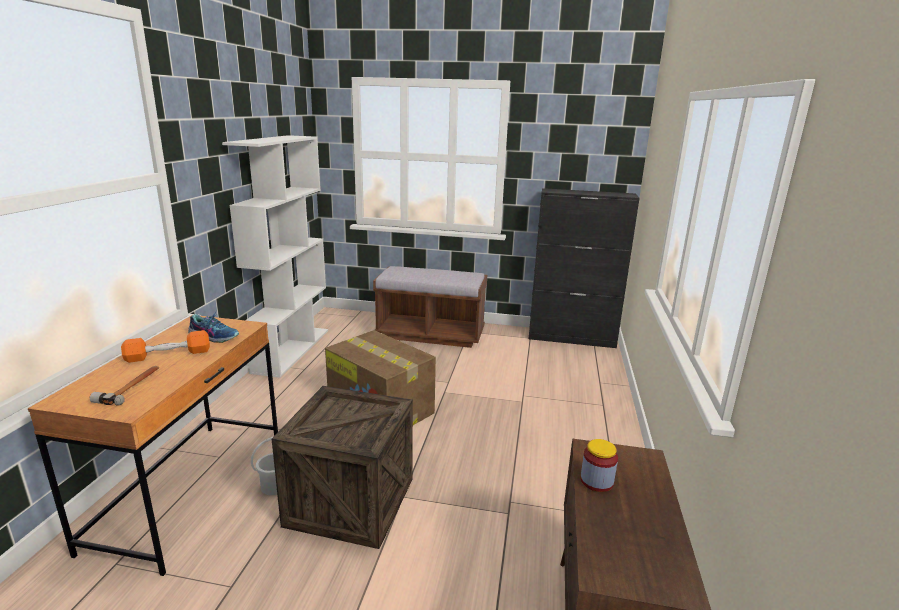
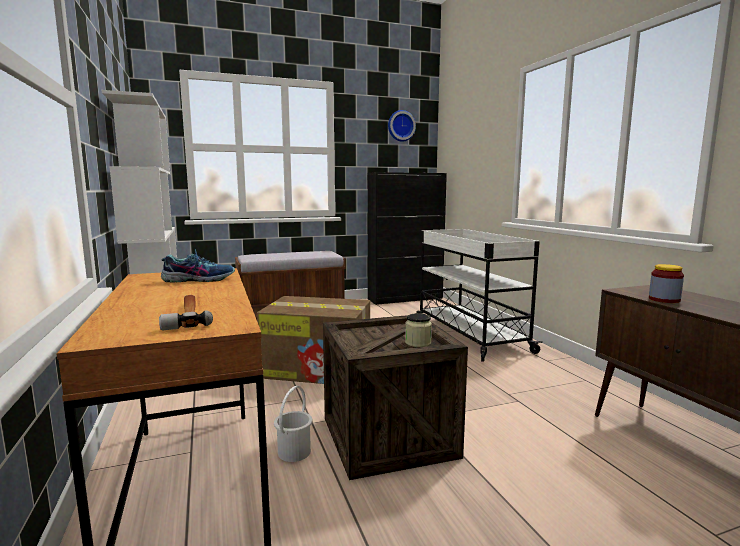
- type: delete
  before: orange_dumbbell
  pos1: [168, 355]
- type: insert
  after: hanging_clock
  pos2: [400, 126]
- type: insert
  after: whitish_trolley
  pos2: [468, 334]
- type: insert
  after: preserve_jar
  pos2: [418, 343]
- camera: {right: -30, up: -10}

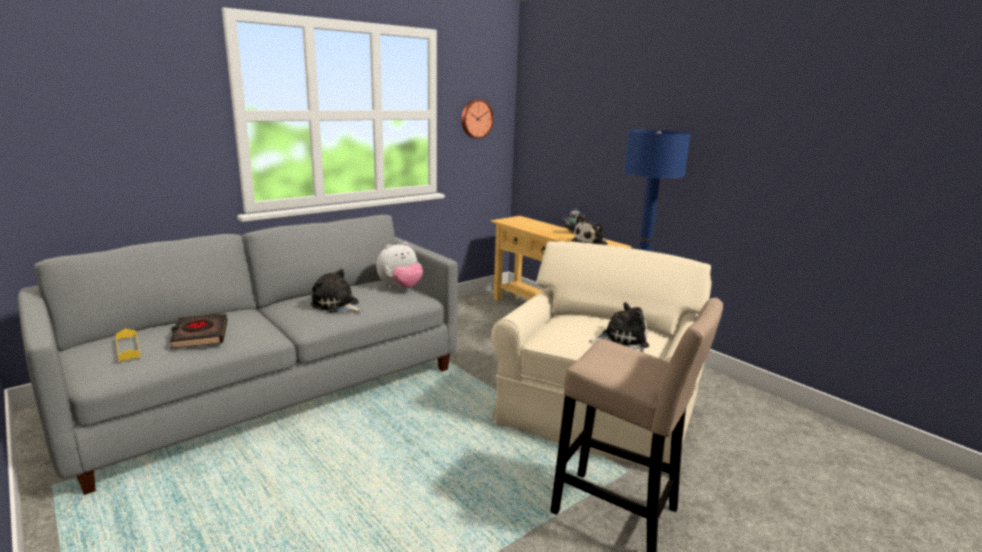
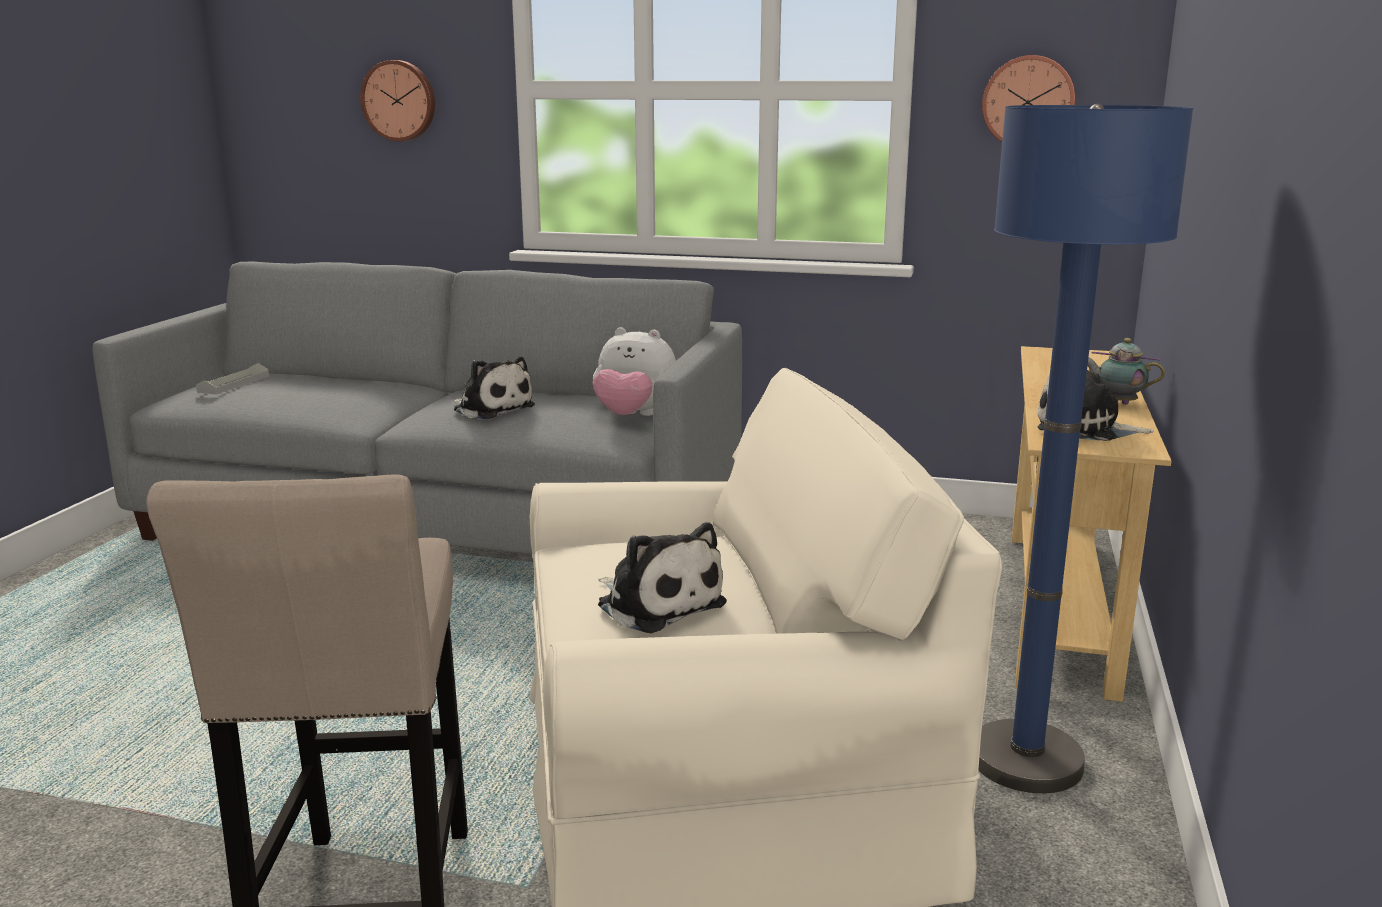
- type: rotate
  before: plush_toy
  pos1: [337, 305]
  pos2: [491, 408]
  turn: 135
- type: delete
  before: blackish_volume
  pos1: [200, 335]
- type: recolor
  before: yellow-coloured_carrying_tray
  after: grey_carrying_tray
  pos1: [128, 347]
  pos2: [234, 384]
- type: insert
  after: hanging_clock
  pos2: [399, 101]
- camera: {right: 55, up: 0}

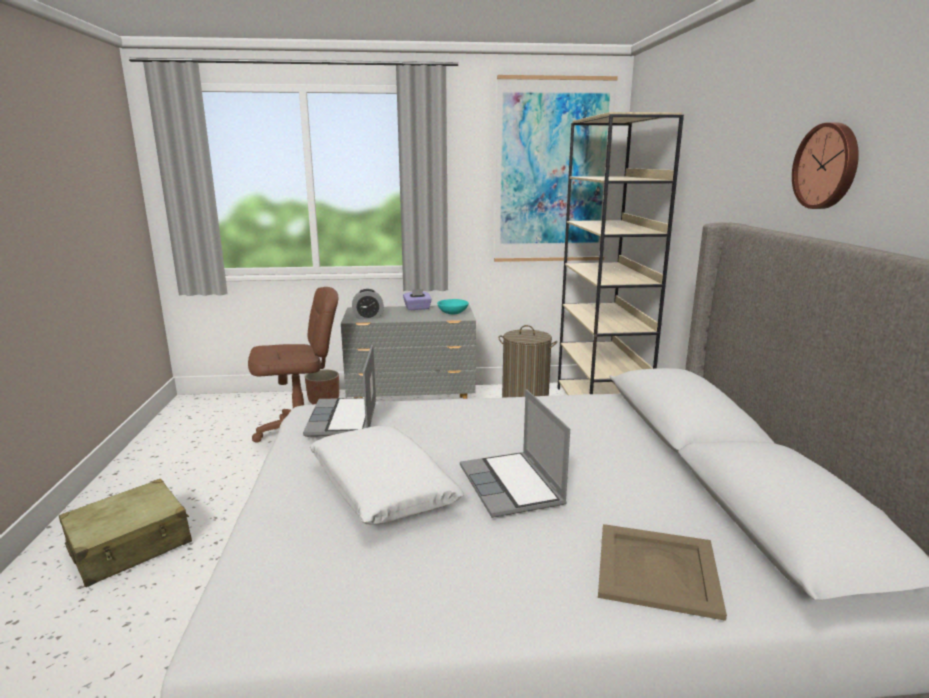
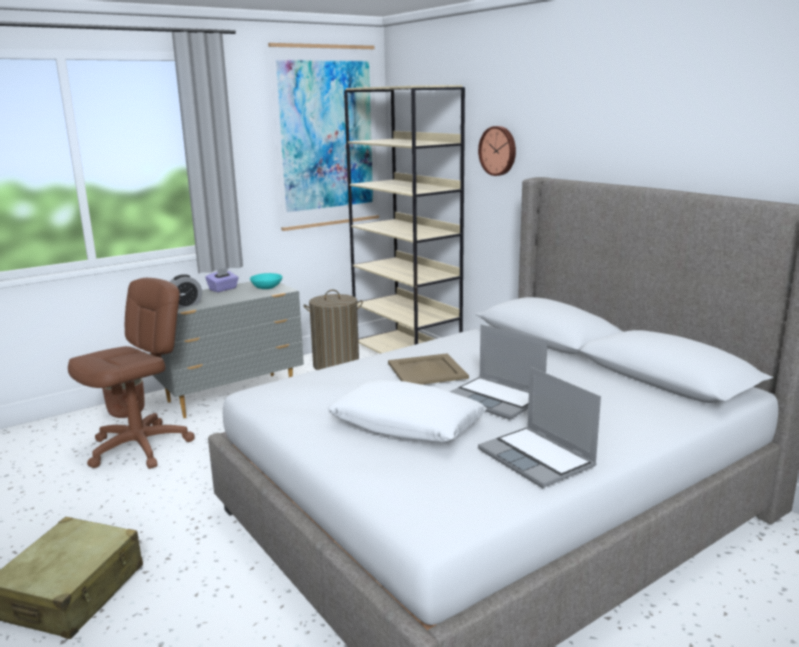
- type: move
  before: hanging_clock
  pos1: [827, 166]
  pos2: [498, 150]
- type: move
  before: notebook_computer
  pos1: [344, 419]
  pos2: [538, 459]
- type: move
  before: sand-coloured_carrying_tray
  pos1: [656, 568]
  pos2: [426, 370]
- camera: {right: -30, up: 0}

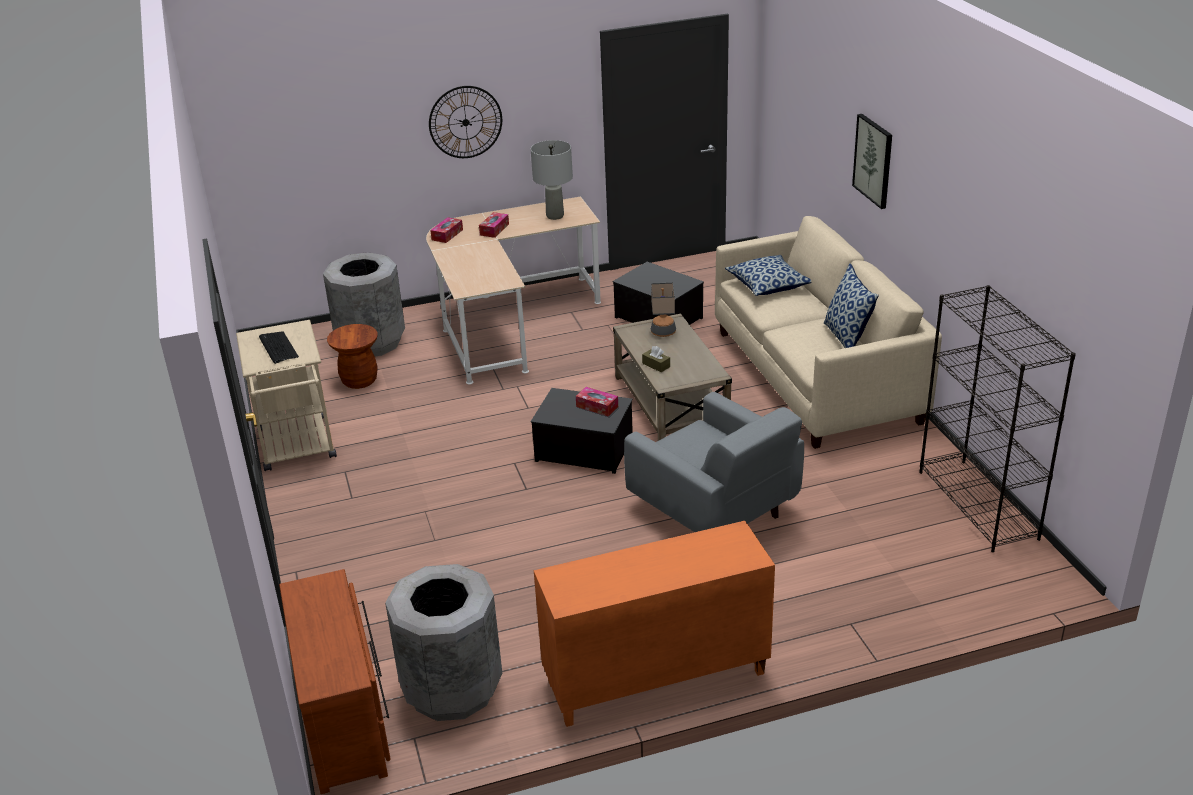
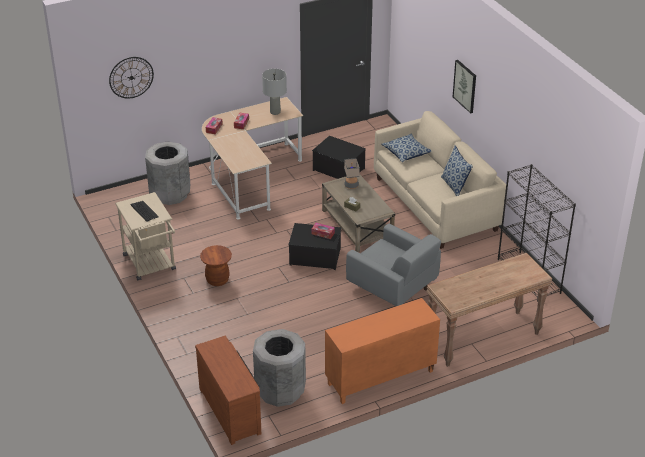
- type: move
  before: hanging_clock
  pos1: [465, 122]
  pos2: [131, 77]
- type: move
  before: brown_stool
  pos1: [359, 380]
  pos2: [217, 280]
- type: insert
  after: brown_console_table
  pos2: [483, 339]
- camera: {right: -10, up: 5}

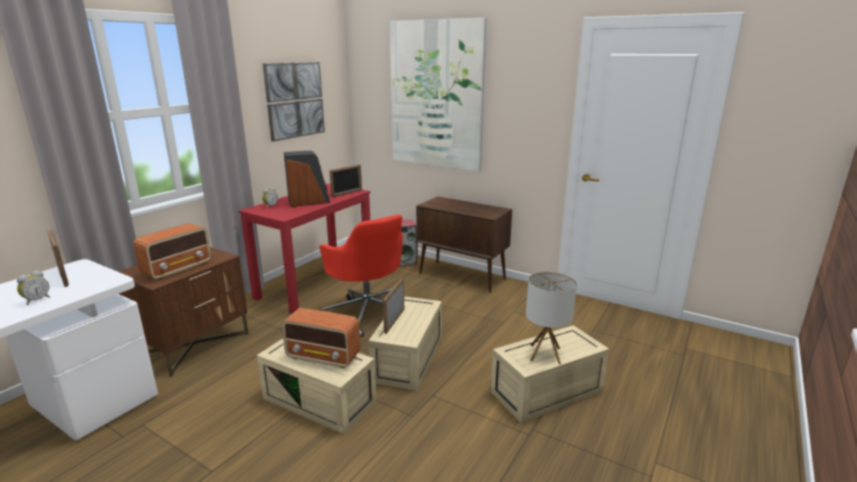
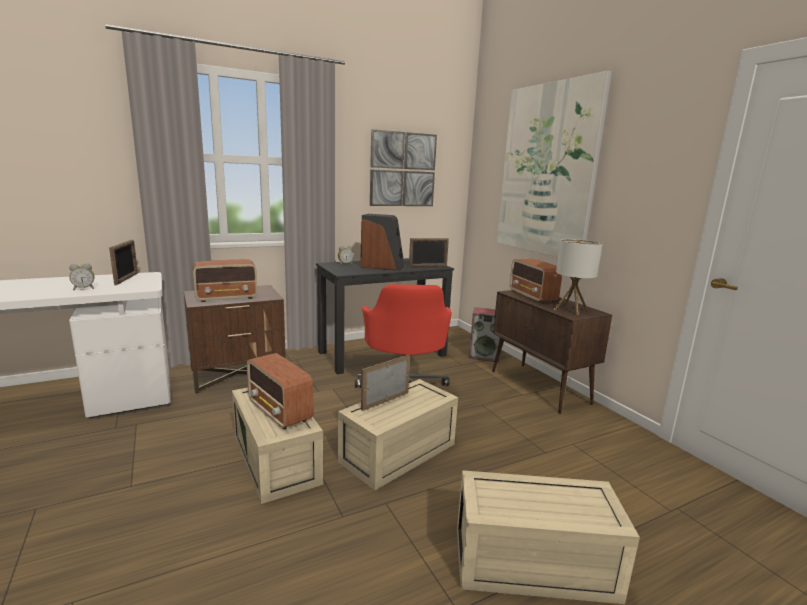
- type: recolor
  before: red-coloured_desk_unit
  after: blackish_desk_unit
  pos1: [316, 283]
  pos2: [383, 354]
- type: move
  before: lamp_for_a_table
  pos1: [545, 354]
  pos2: [571, 310]
- type: insert
  after: radio_receiver
  pos2: [532, 296]
- camera: {right: 30, up: -5}

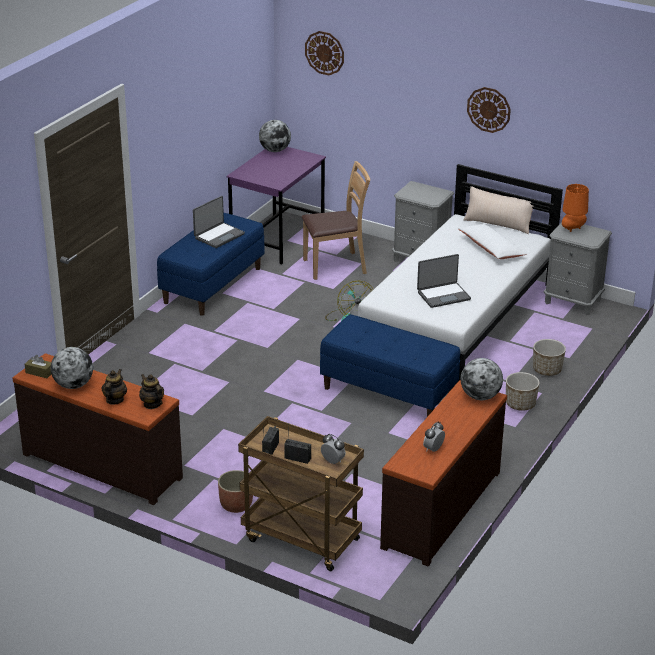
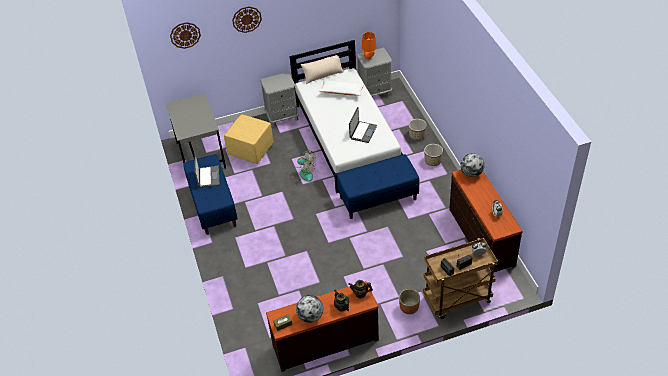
- type: move
  before: hanging_clock
  pos1: [489, 109]
  pos2: [246, 19]
- type: delete
  before: world_globe
  pos1: [275, 150]
- type: recolor
  before: purple_desk_unit
  after: grey_desk_unit
  pos1: [277, 239]
  pos2: [200, 155]
- type: replace
  before: brown_upright_chair
  after: yellow-coloured_footrest
  pos1: [335, 266]
  pos2: [251, 150]
- camera: {right: -45, up: 15}

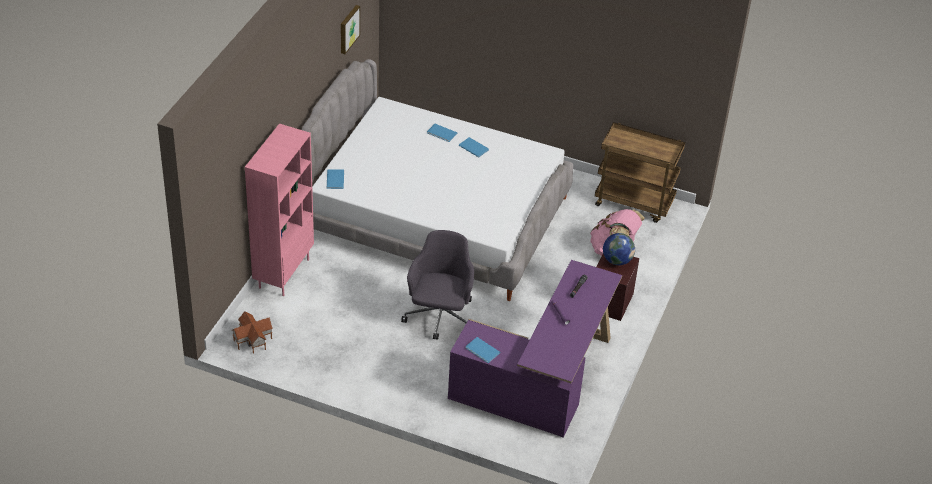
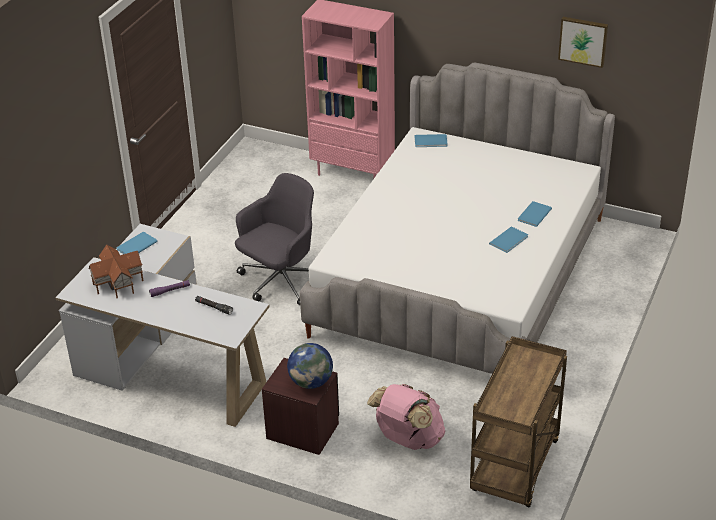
- type: rotate
  before: grey_desk_chair
  pos1: [440, 317]
  pos2: [281, 282]
  turn: -60
- type: recolor
  before: purple_desk_unit
  after: whitish_desk_unit
  pos1: [542, 381]
  pos2: [167, 362]
- type: move
  before: model_house
  pos1: [252, 340]
  pos2: [117, 282]
- camera: {right: 95, up: -5}

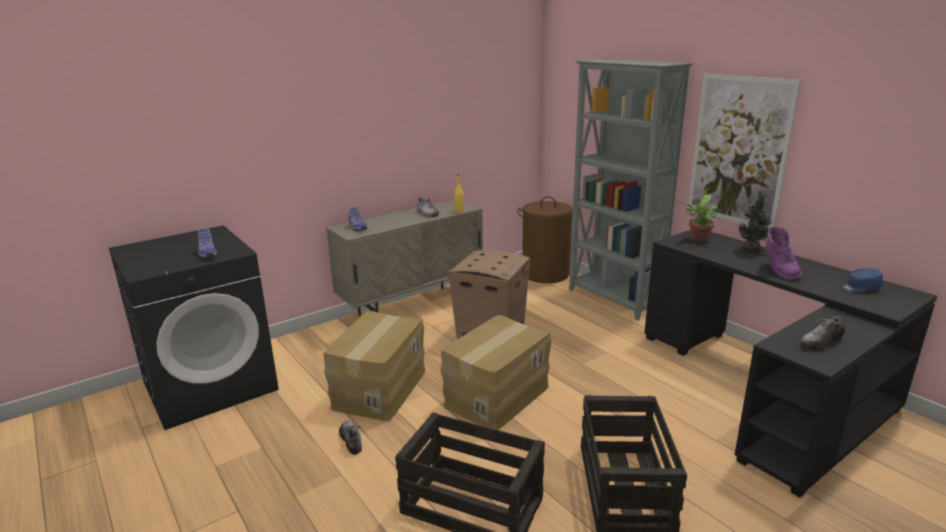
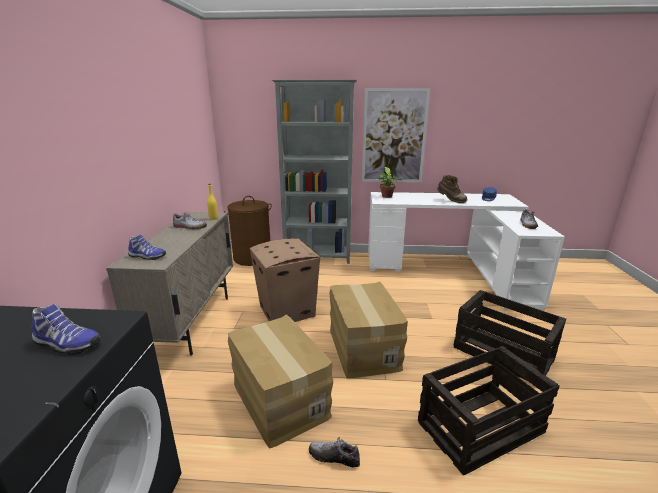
- type: delete
  before: potted_plant
  pos1: [752, 250]
- type: recolor
  before: purple_boot
  after: brown_boot
  pos1: [778, 271]
  pos2: [450, 201]
- type: recolor
  before: blackish_desk_unit
  after: whitish_desk_unit
  pos1: [769, 389]
  pos2: [454, 270]
- camera: {right: -50, up: 0}

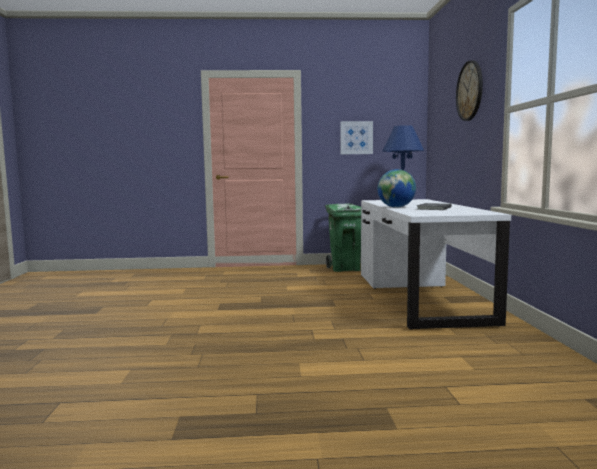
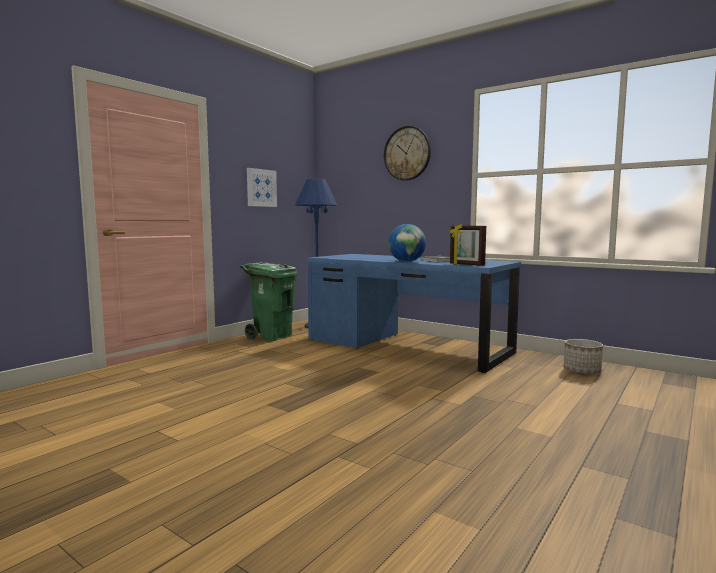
- type: recolor
  before: whitish_desk_unit
  after: blue_desk_unit
  pos1: [419, 296]
  pos2: [406, 346]
- type: insert
  after: standing_frame
  pos2: [466, 265]
- type: insert
  after: plant_pot
  pos2: [582, 371]
- camera: {right: -50, up: 0}

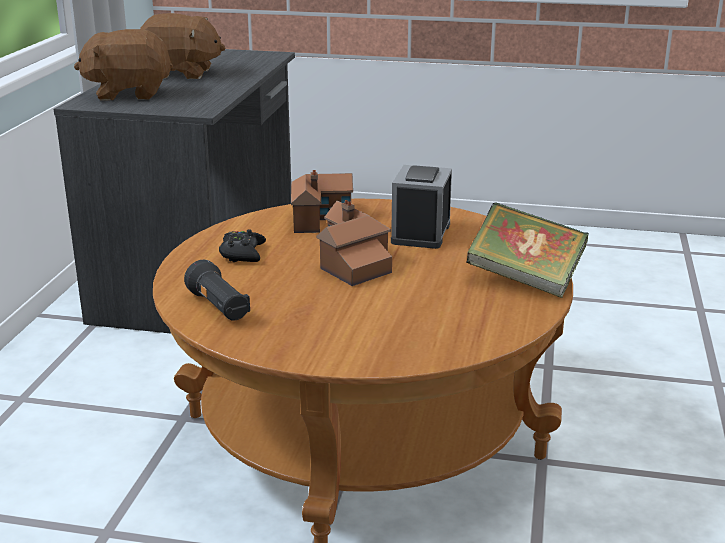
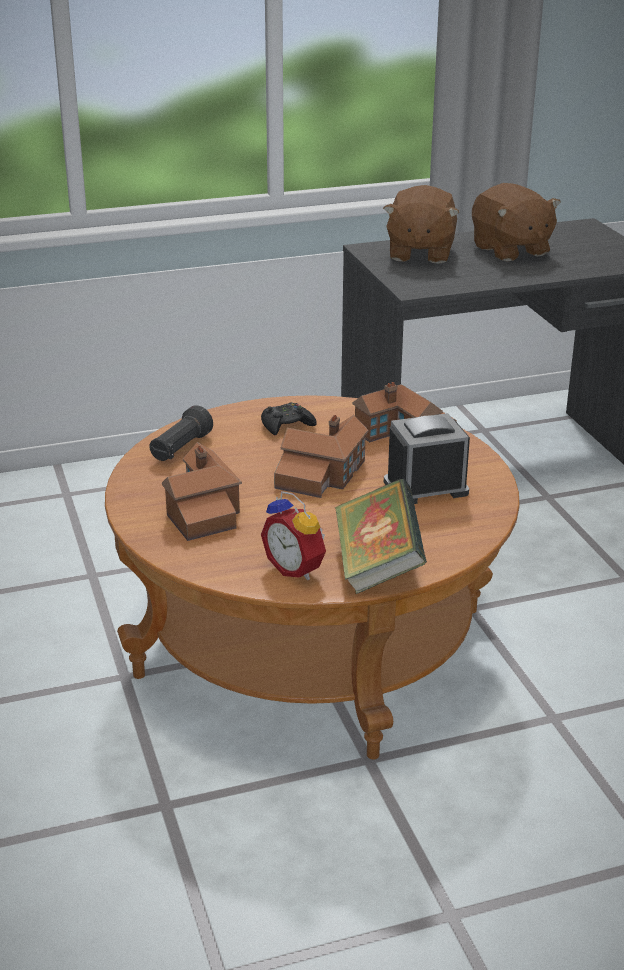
- type: rotate
  before: brown_plush_toy
  pos1: [129, 94]
  pos2: [419, 253]
  turn: -135
- type: insert
  after: model_house
  pos2: [202, 511]
- type: insert
  after: table_clock
  pos2: [297, 569]
- camera: {right: 60, up: 5}

